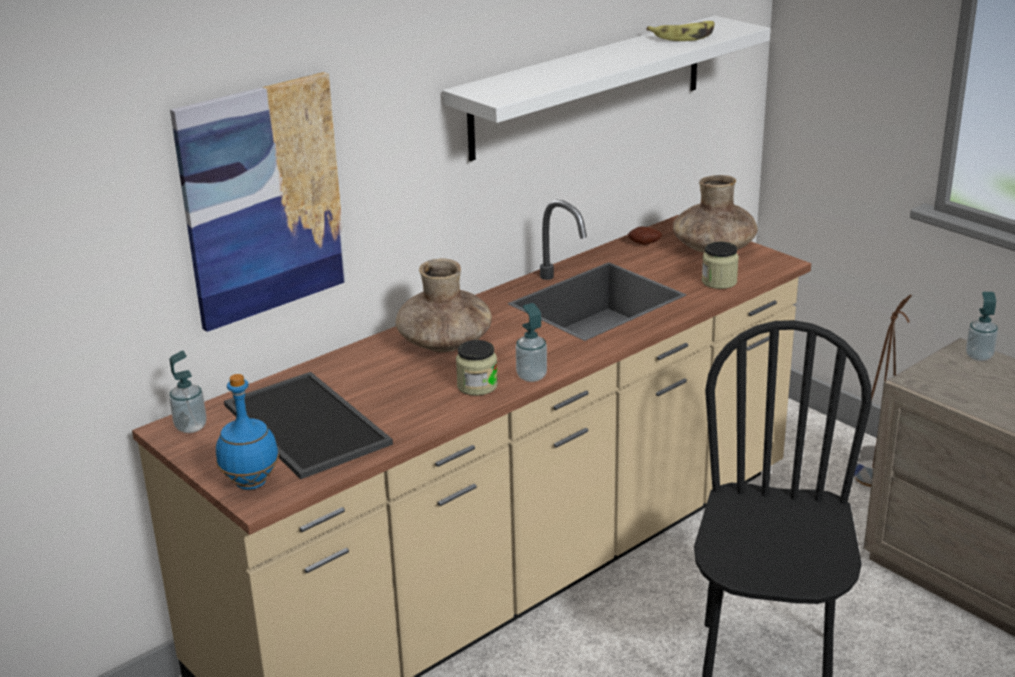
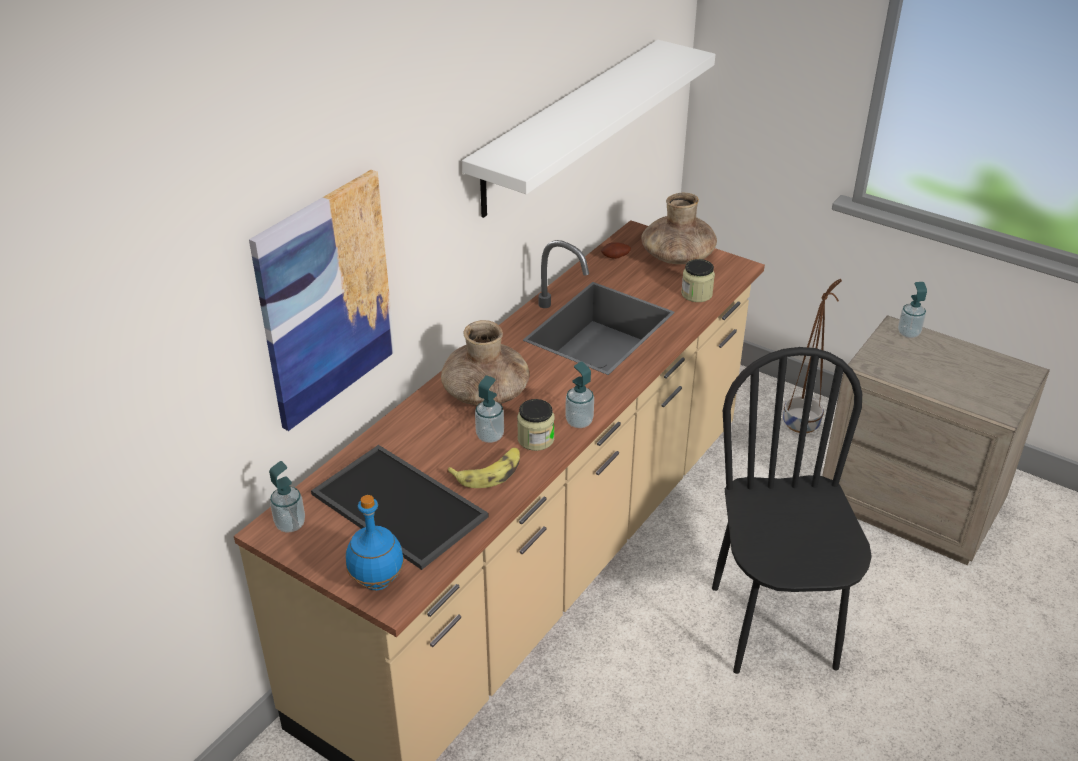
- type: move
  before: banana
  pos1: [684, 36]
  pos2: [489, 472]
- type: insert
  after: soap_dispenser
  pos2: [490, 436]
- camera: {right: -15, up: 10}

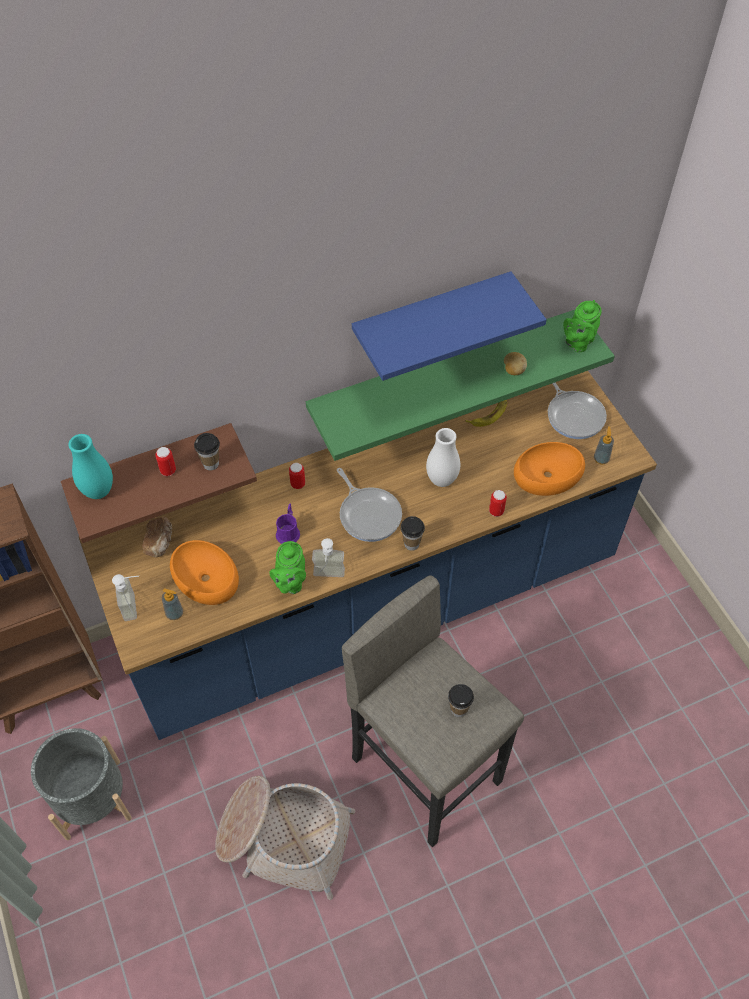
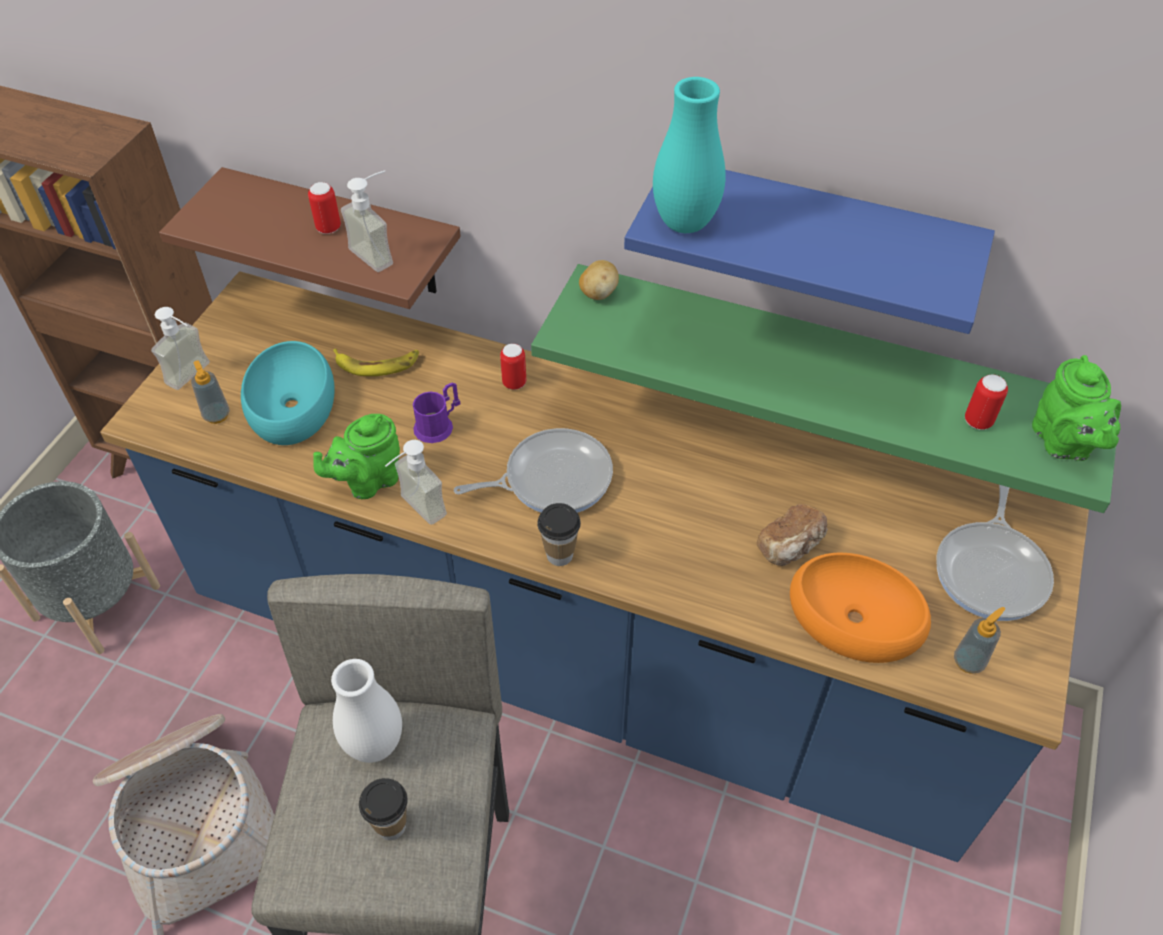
- type: rotate
  before: green-coloured_teapot
  pos1: [577, 342]
  pos2: [1063, 443]
  turn: -90
- type: move
  before: potato
  pos1: [513, 370]
  pos2: [598, 293]
- type: move
  before: banana
  pos1: [489, 413]
  pos2: [377, 364]
- type: move
  before: whitish_vase
  pos1: [441, 480]
  pos2: [375, 745]
- type: replace
  before: small_cup
  after: soap_dispenser
  pos1: [211, 464]
  pos2: [379, 252]
- type: move
  before: blue-green_vase
  pos1: [98, 491]
  pos2: [685, 224]
- type: rotate
  before: pan
  pos1: [368, 514]
  pos2: [552, 478]
  turn: -120
- type: move
  before: can
  pos1: [496, 511]
  pos2: [978, 421]
- type: move
  before: bread
  pos1: [160, 542]
  pos2: [791, 546]
- type: recolor
  before: orange_deep_dish
  after: blue-green_deep_dish
  pos1: [204, 579]
  pos2: [290, 404]
- camera: {right: 45, up: -5}

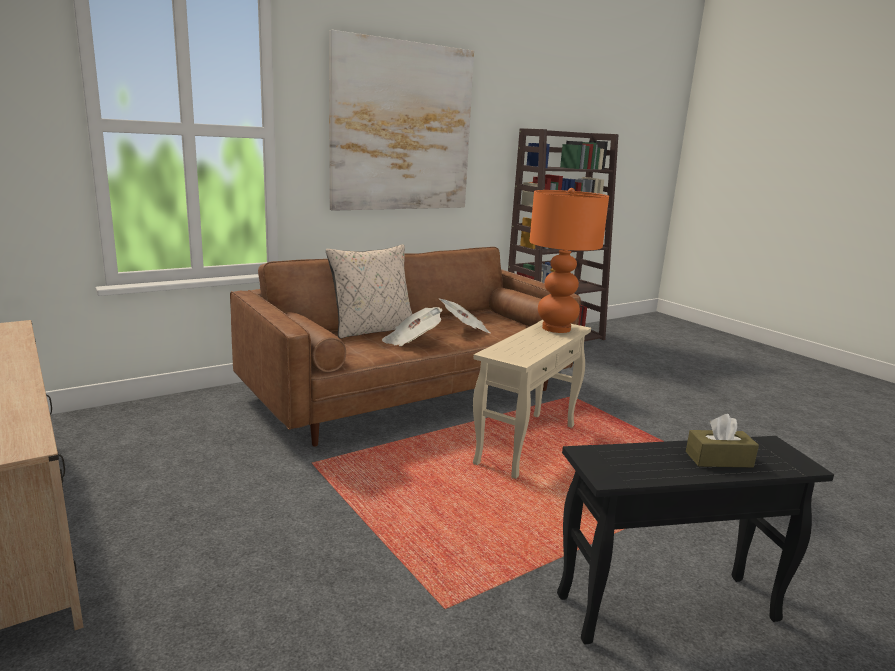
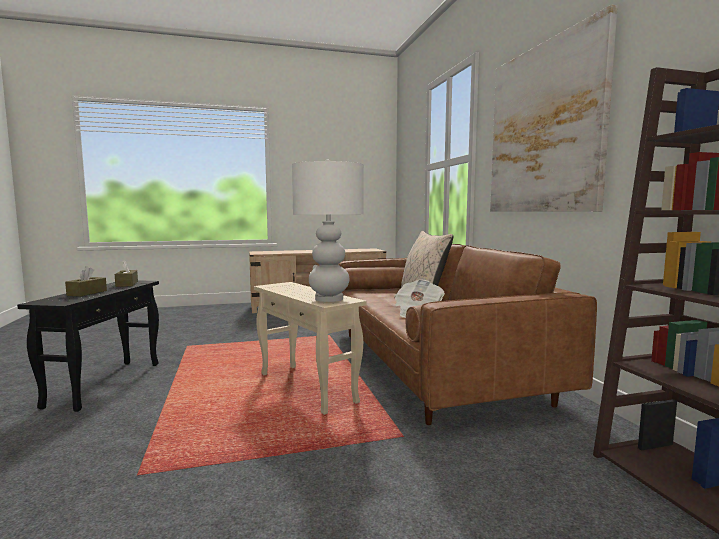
- type: recolor
  before: orange_lamp_for_a_table
  after: whitish_lamp_for_a_table
  pos1: [556, 328]
  pos2: [329, 299]
- type: delete
  before: newspaper
  pos1: [411, 341]
- type: insert
  after: brown_tissue_box
  pos2: [127, 284]
- camera: {right: 110, up: -10}

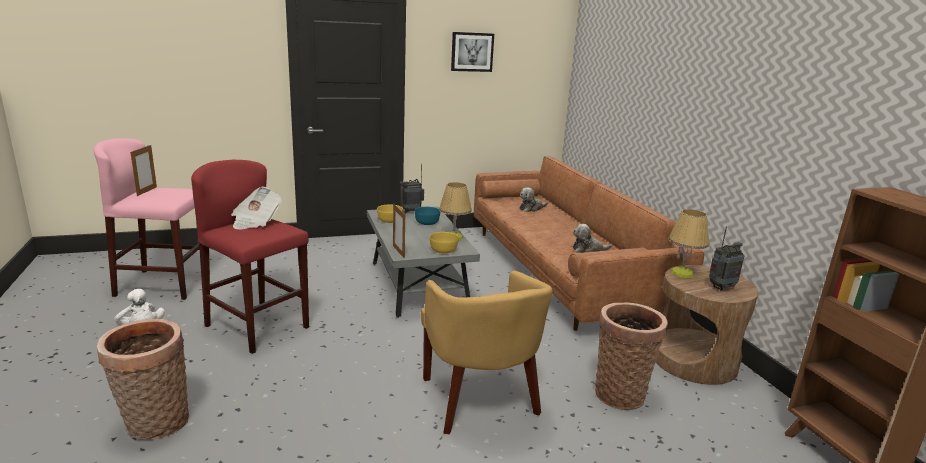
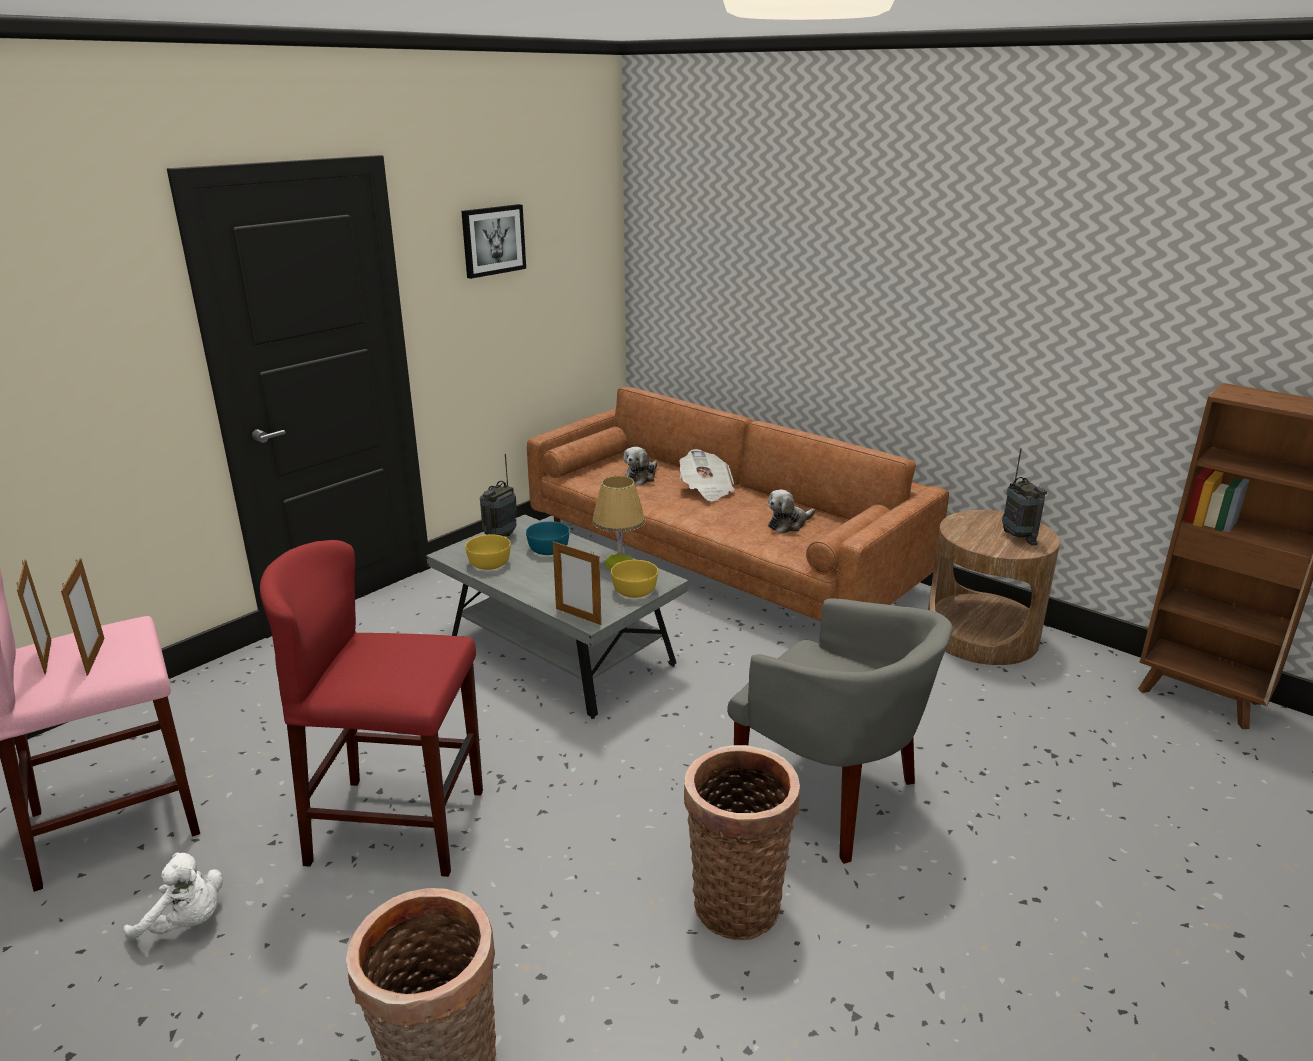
- type: move
  before: newspaper
  pos1: [255, 221]
  pos2: [706, 490]
- type: delete
  before: lamp_for_a_table
  pos1: [682, 273]
- type: rotate
  before: radio_receiver
  pos1: [721, 287]
  pos2: [1017, 537]
  turn: 135
- type: recolor
  before: yellow-coloured_armchair
  after: grey_armchair
  pos1: [479, 400]
  pos2: [831, 796]
- type: move
  before: basket
  pos1: [620, 393]
  pos2: [736, 900]
- type: insert
  after: standing_frame
  pos2: [95, 656]
- camera: {right: -30, up: 5}

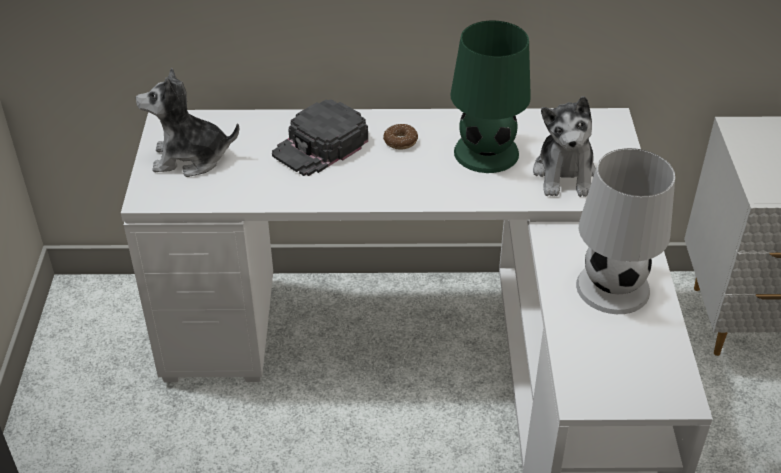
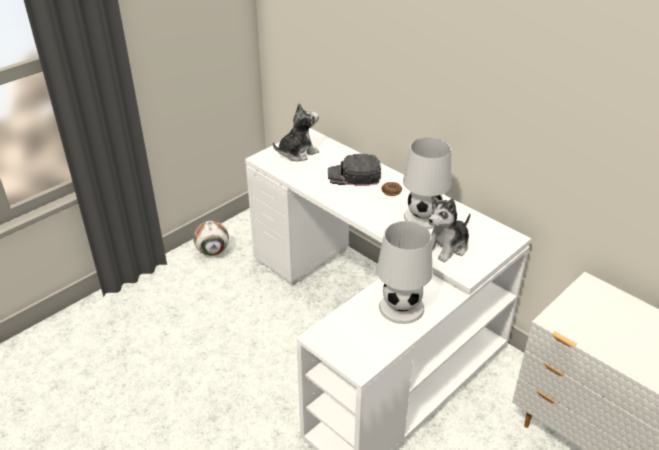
- type: recolor
  before: green-coloured_lamp_for_a_table
  after: whitish_lamp_for_a_table
  pos1: [485, 153]
  pos2: [423, 217]
- type: rotate
  before: plush_toy
  pos1: [190, 158]
  pos2: [297, 153]
  turn: 105
- type: insert
  after: football
  pos2: [213, 251]
- camera: {right: 45, up: -5}

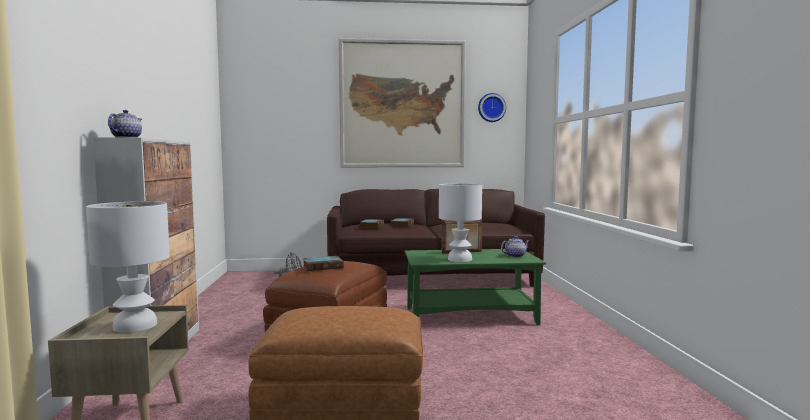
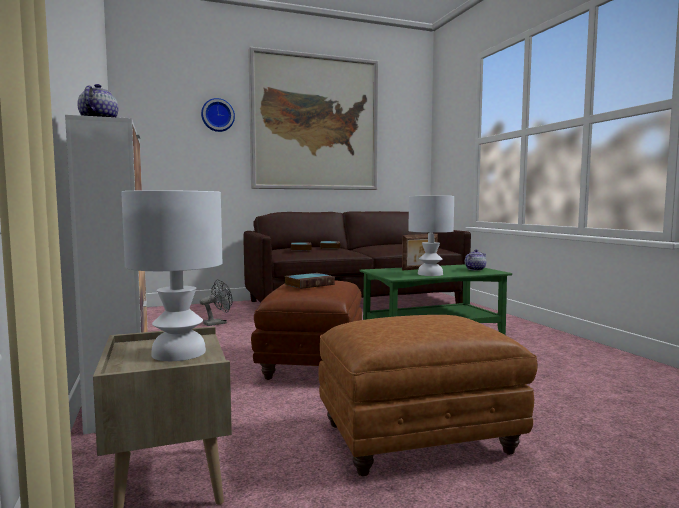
- type: move
  before: hanging_clock
  pos1: [491, 107]
  pos2: [217, 115]
- camera: {right: -15, up: 0}

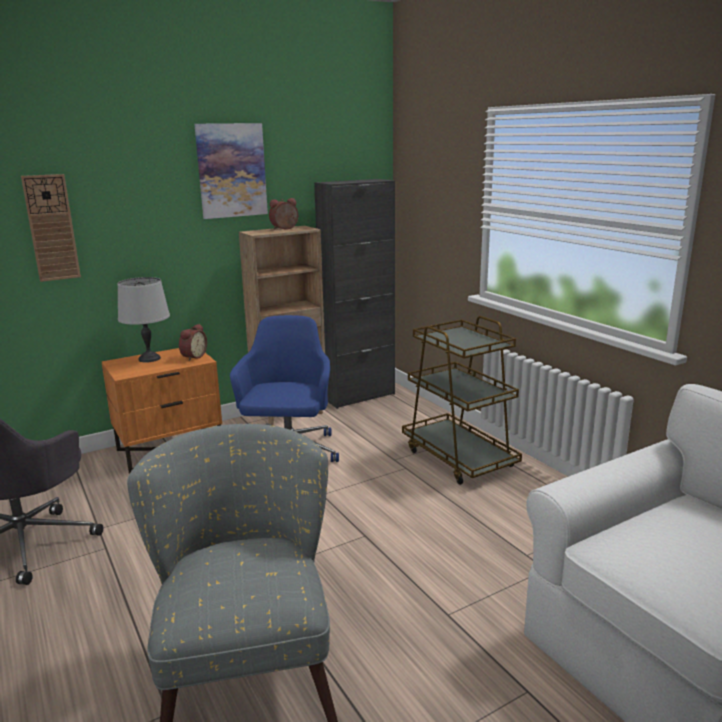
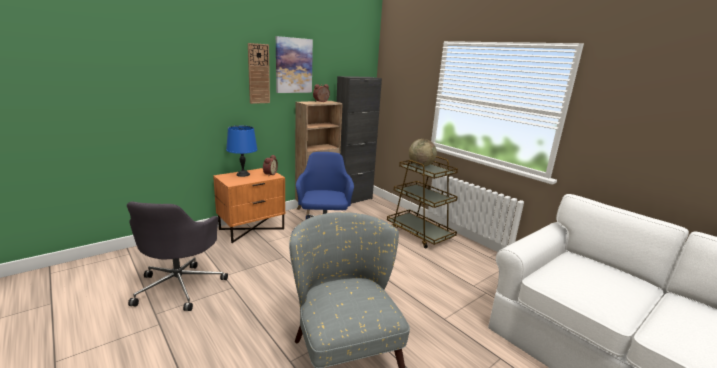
- type: move
  before: hanging_clock
  pos1: [51, 228]
  pos2: [258, 74]
- type: recolor
  before: grey_lamp_for_a_table
  after: blue_lamp_for_a_table
  pos1: [150, 358]
  pos2: [243, 174]
- type: insert
  after: world_globe
  pos2: [421, 165]
- camera: {right: -10, up: 0}

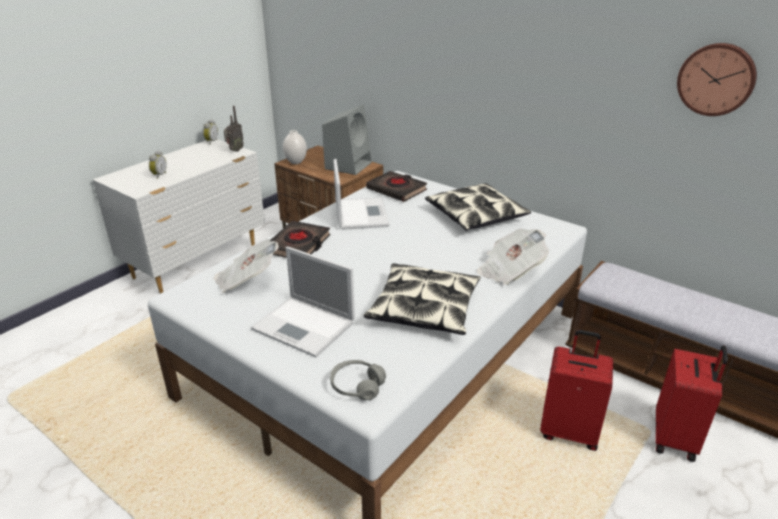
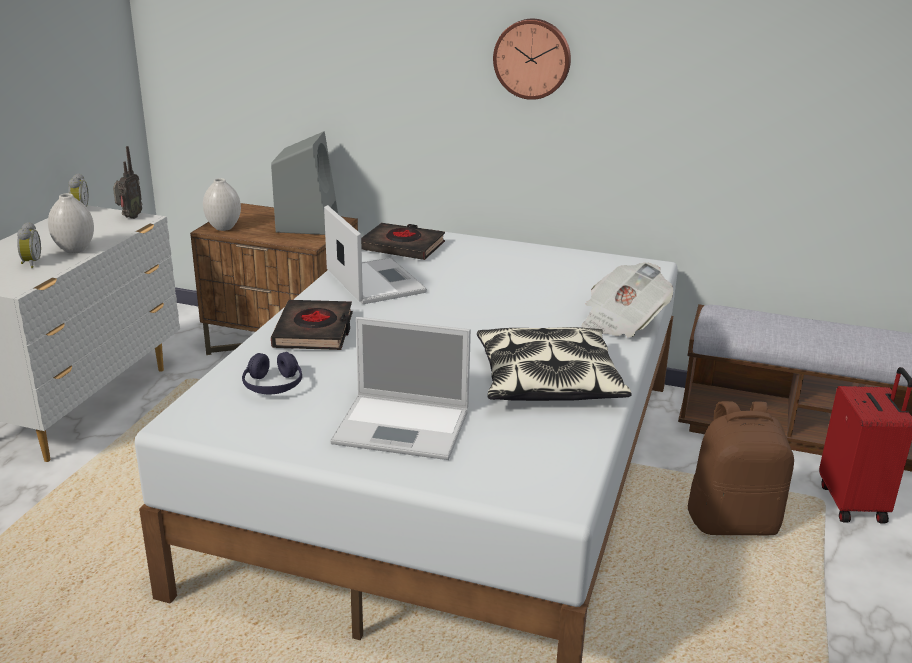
- type: move
  before: hanging_clock
  pos1: [716, 79]
  pos2: [532, 58]
- type: delete
  before: pillow
  pos1: [475, 216]
- type: replace
  before: newspaper
  after: purple_pair_of_headphones
  pos1: [247, 280]
  pos2: [273, 386]
- type: replace
  before: red-coloured_piece_of_luggage
  after: brown_backpack
  pos1: [569, 431]
  pos2: [733, 521]
- type: delete
  before: grey_pair_of_headphones
  pos1: [357, 386]
- type: insert
  after: whitish_vase
  pos2: [74, 250]
- camera: {right: -20, up: -5}

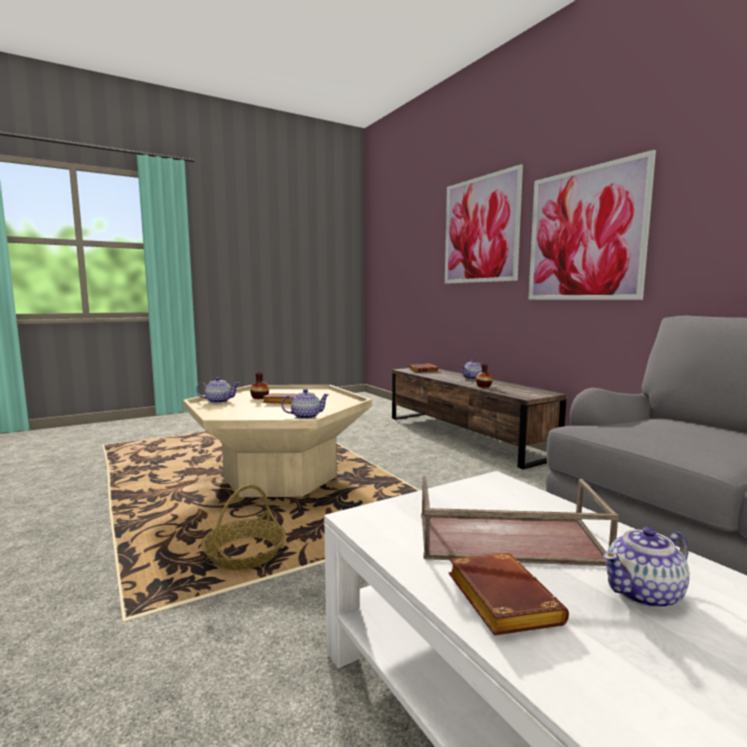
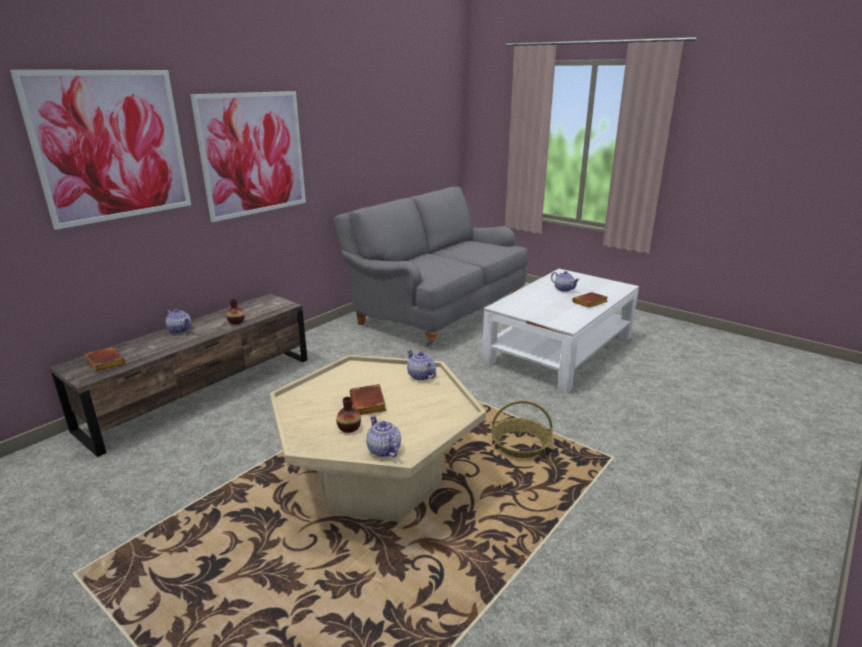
- type: delete
  before: brown_carrying_tray
  pos1: [506, 540]
- camera: {right: -110, up: 15}

